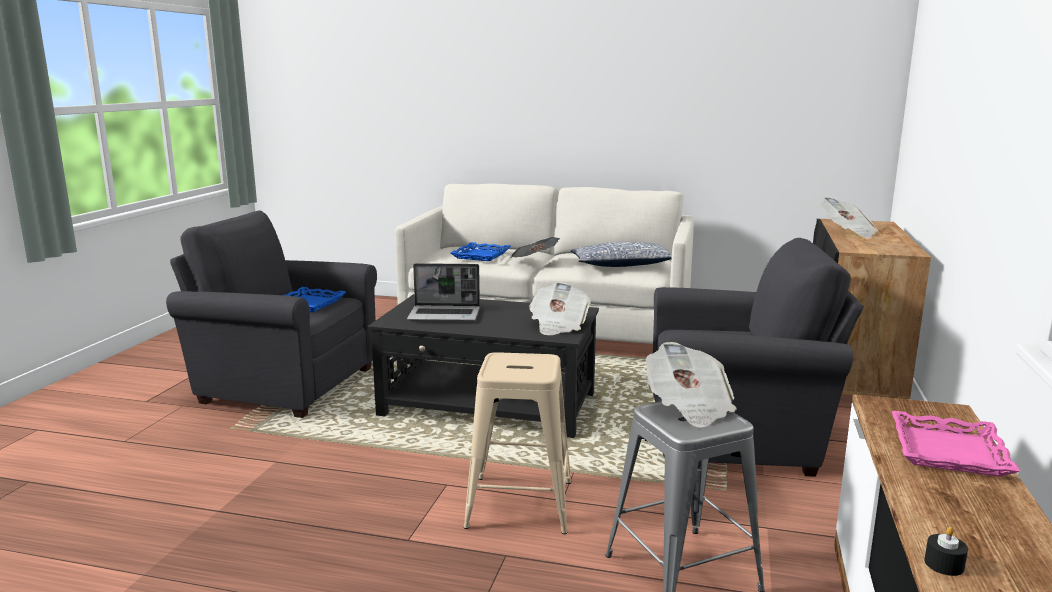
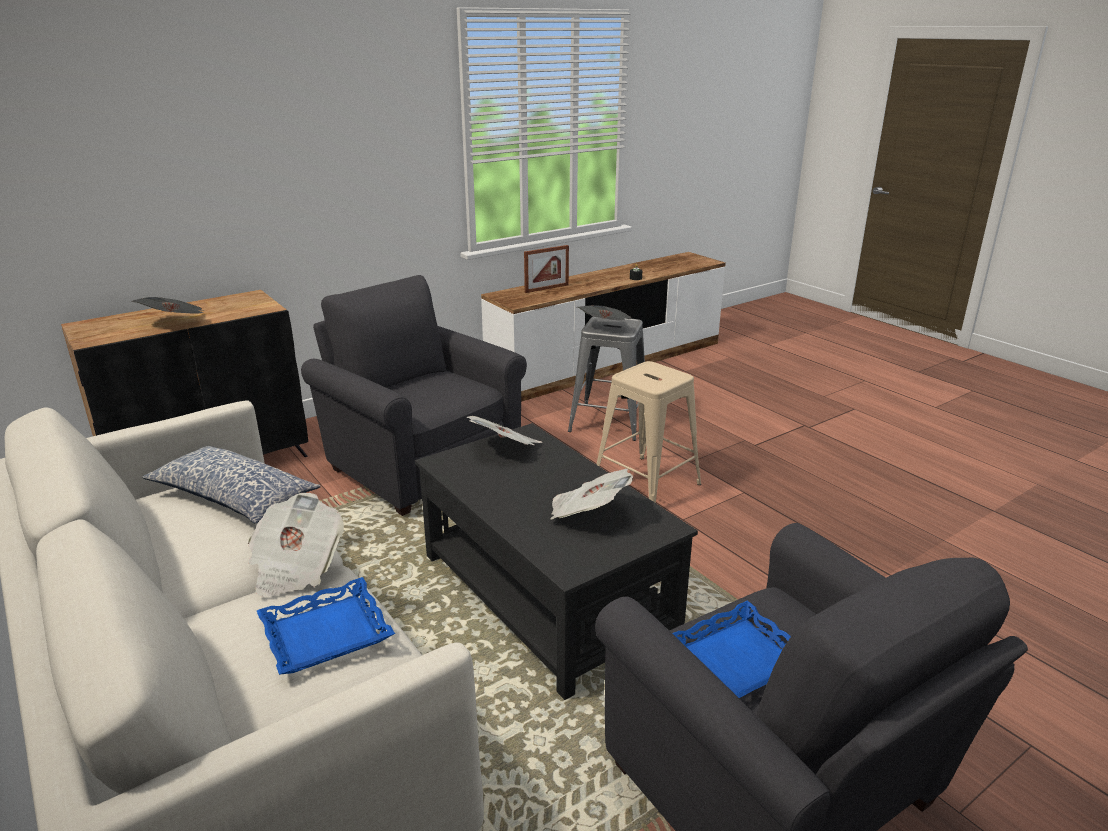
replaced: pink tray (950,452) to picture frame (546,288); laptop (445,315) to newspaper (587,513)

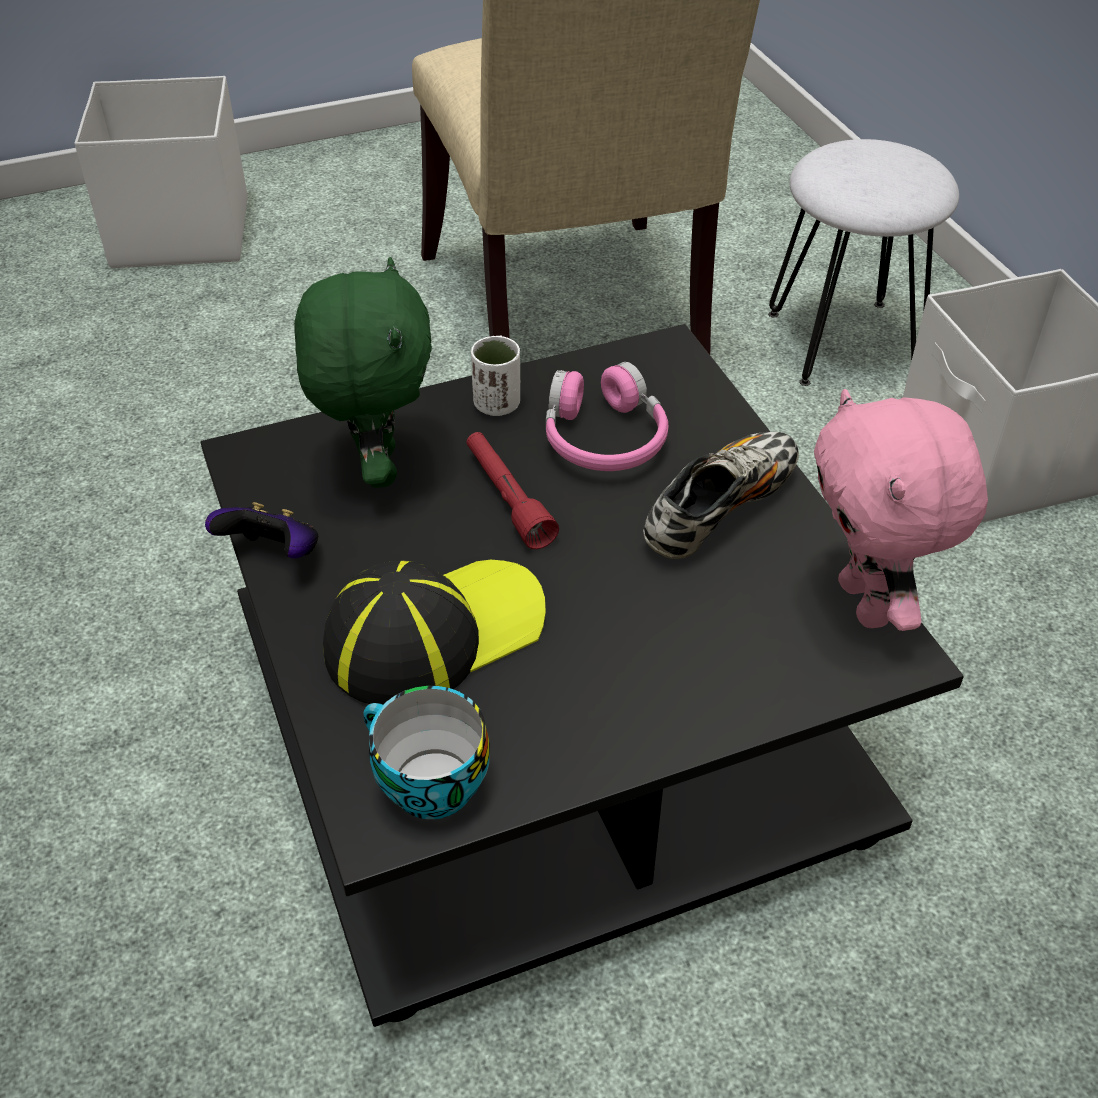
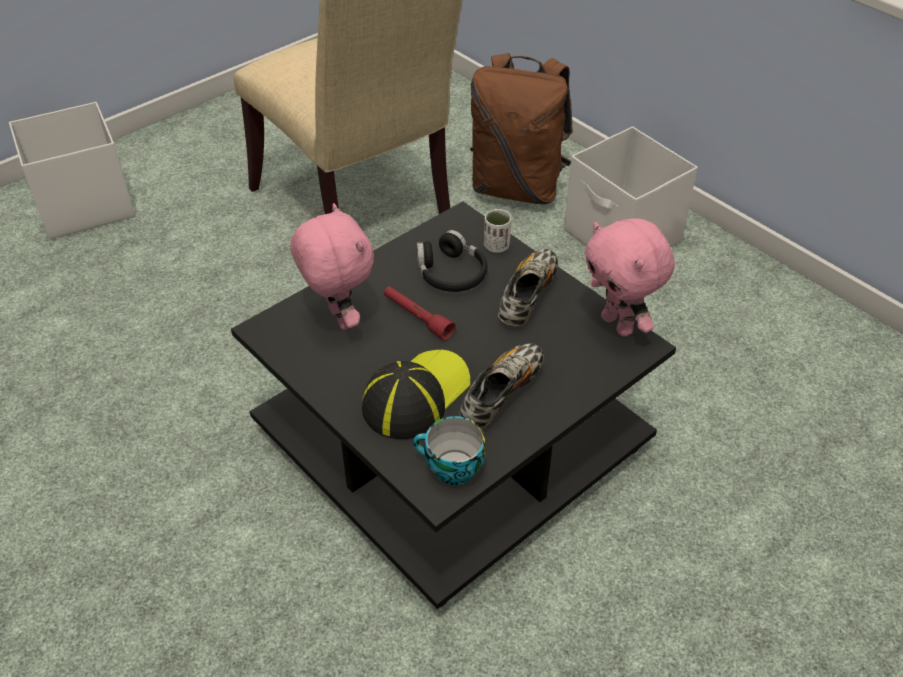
removed: game controller (273,555)
added: shoe (501,394)
moved: white cup (497,405) to (496,246)
replaced: white stool (845,342) to brown backpack (517,188)
recoloured: green plush toy (376,467) to pink plush toy (338,318); pink headphones (603,438) to black headphones (450,273)

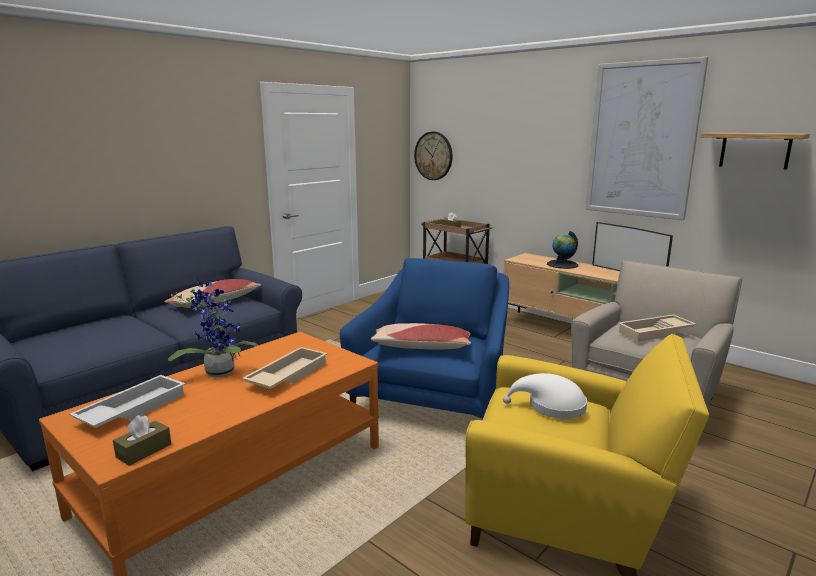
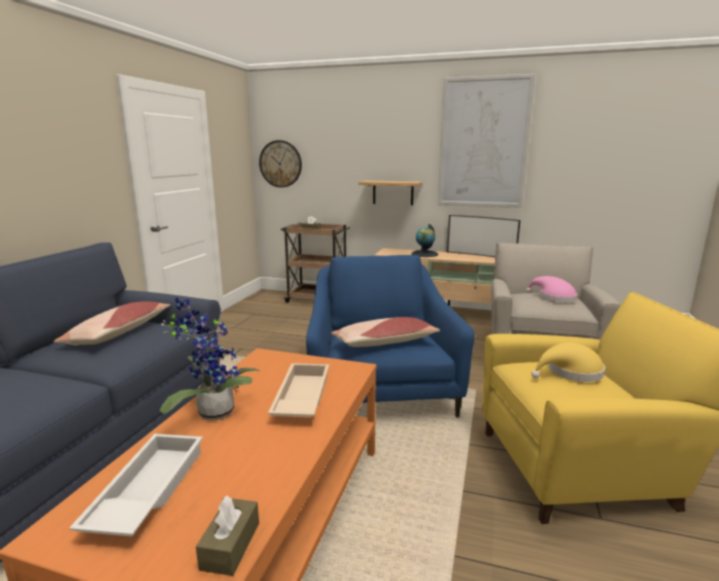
moved: shelf (755,150) to (393,192)
replaced: beige tray (656,333) to pink hat (554,298)
recoloured: white hat (551,406) to yellow hat (570,372)

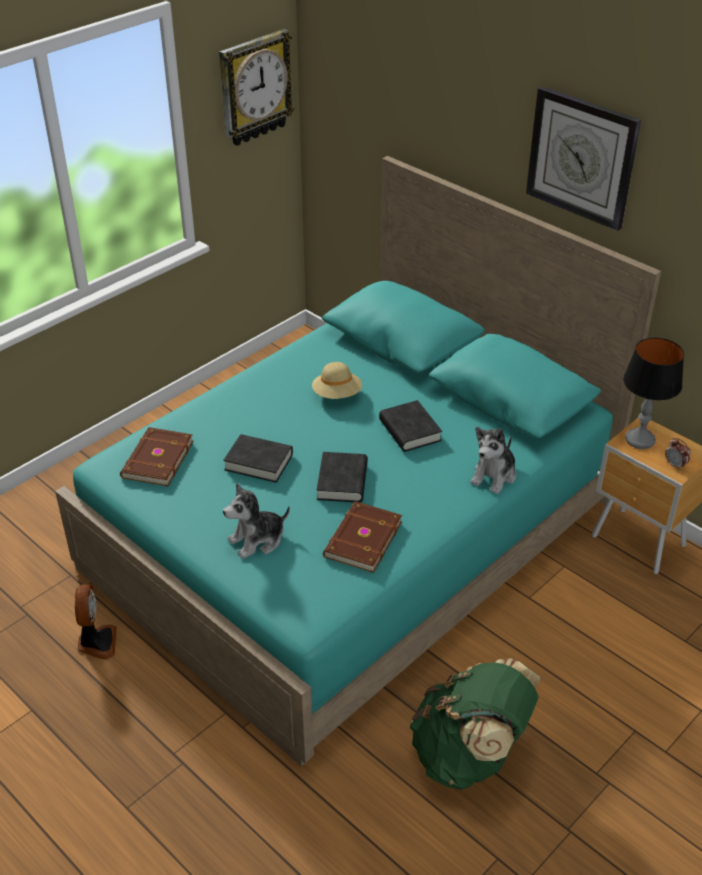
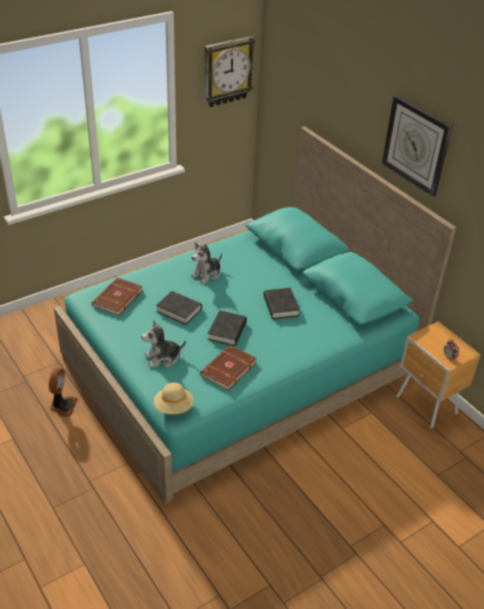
removed: green backpack (469,755); table lamp (639,439)
moved: beige hat (337,395) to (174,407); plush toy (494,475) to (207,274)

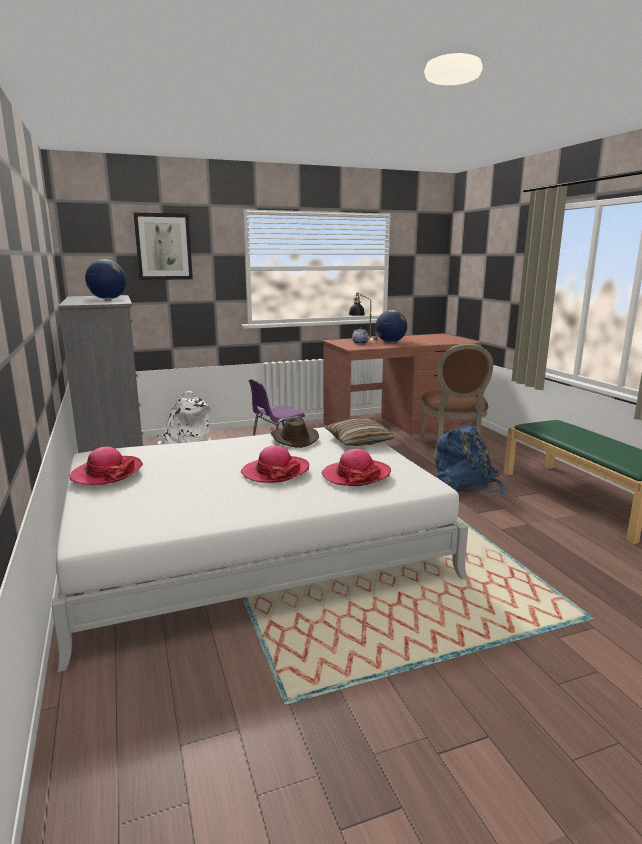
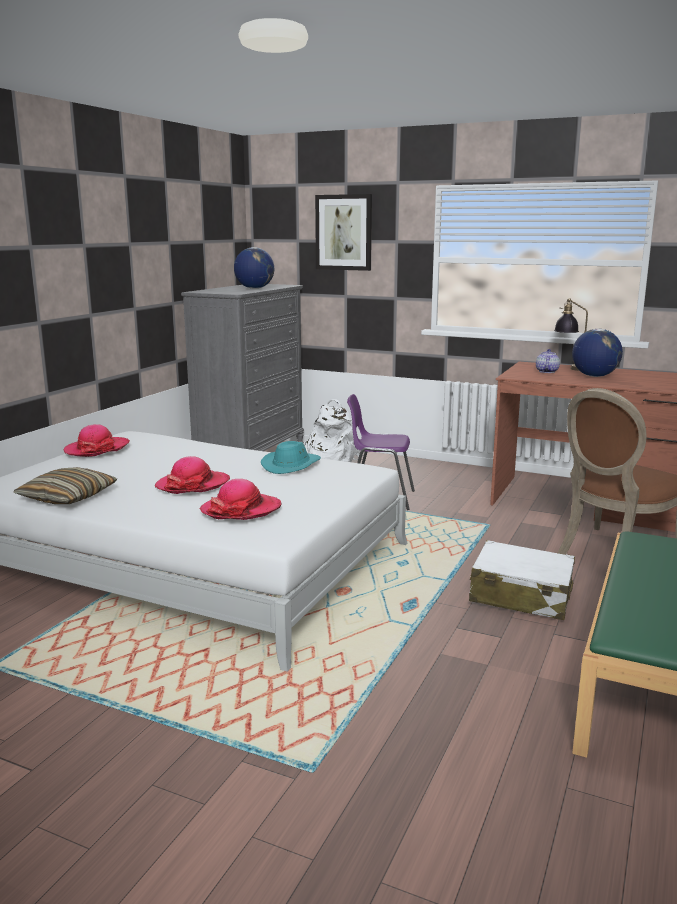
moved: pillow (358,441) to (68,497)
replaced: blue backpack (465,484) to white suitcase (520,596)
recoloured: brown hat (293,439) to turquoise hat (291,465)

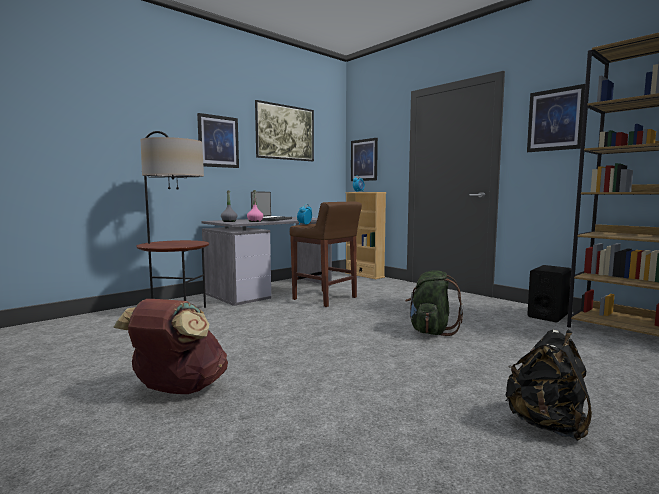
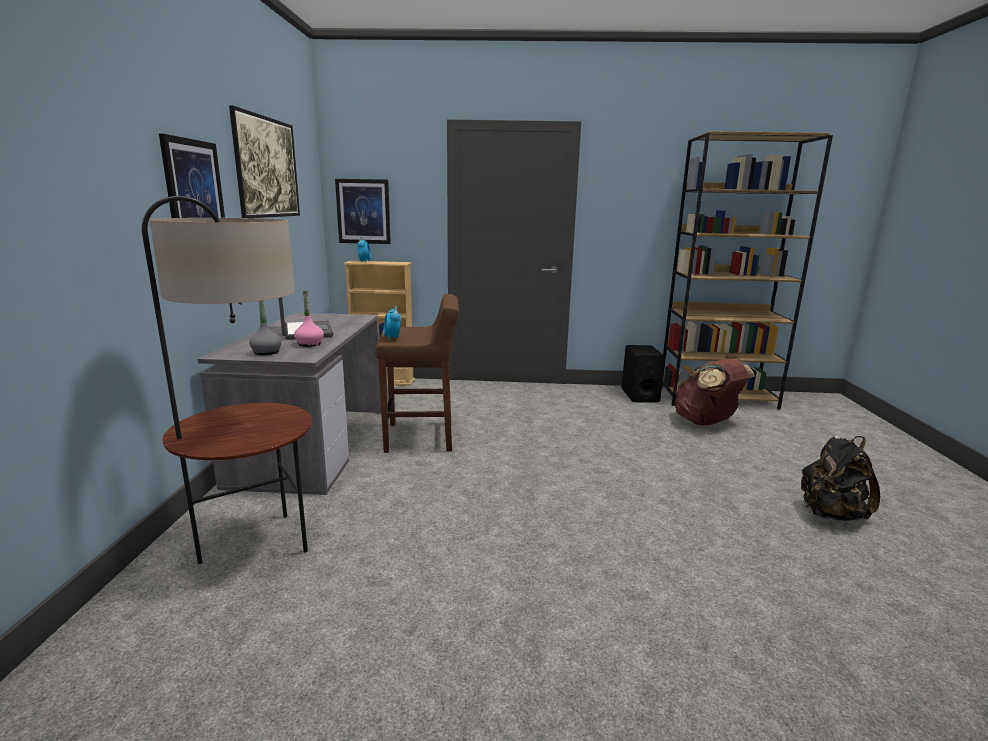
removed: green backpack (431,331); picture (555,120)
moved: brown backpack (178,389) to (706,422)

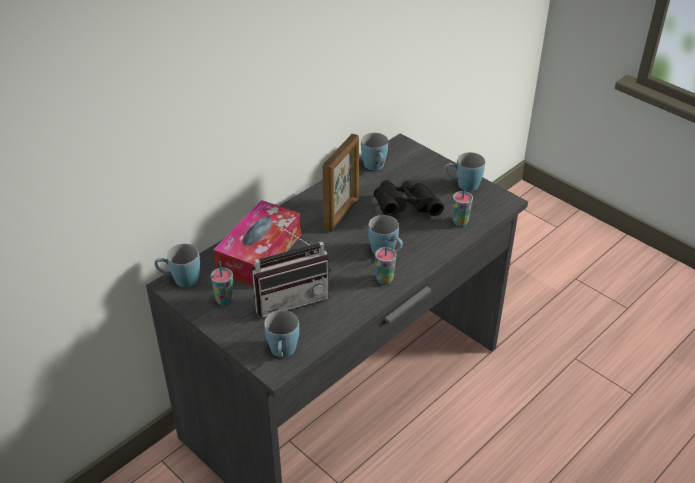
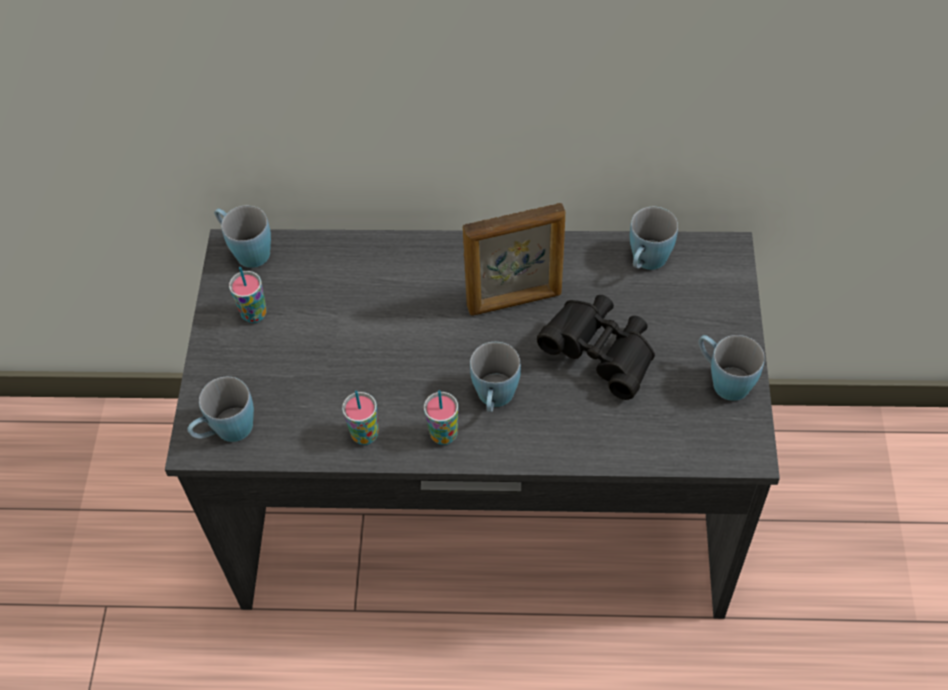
removed: tissue box (259,253); radio (290,297)
moved: cup (460,222) to (365,435)

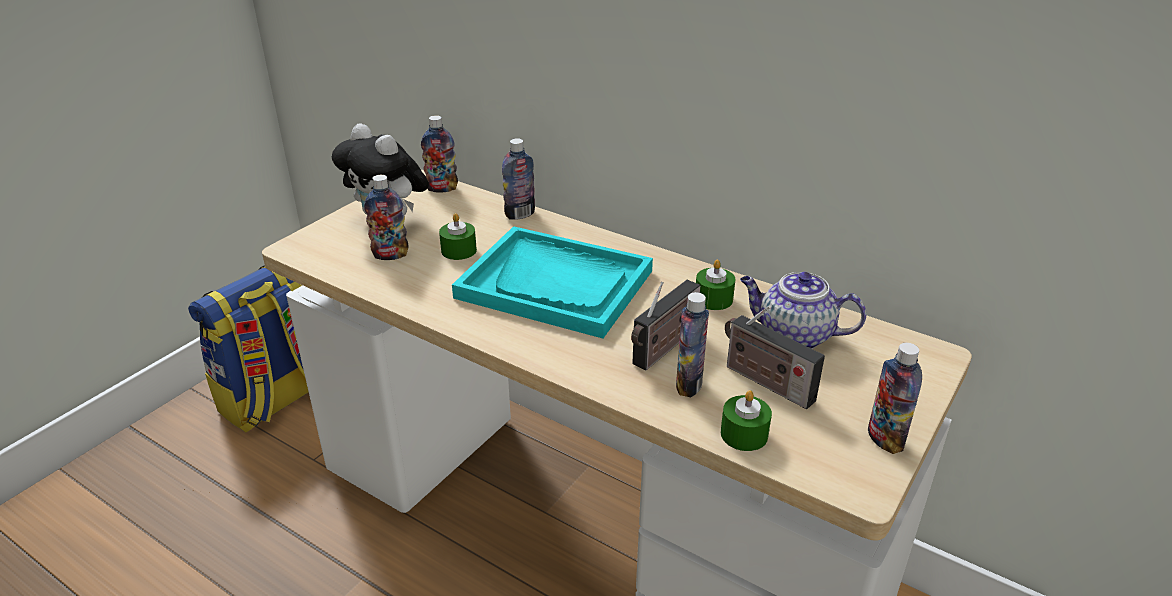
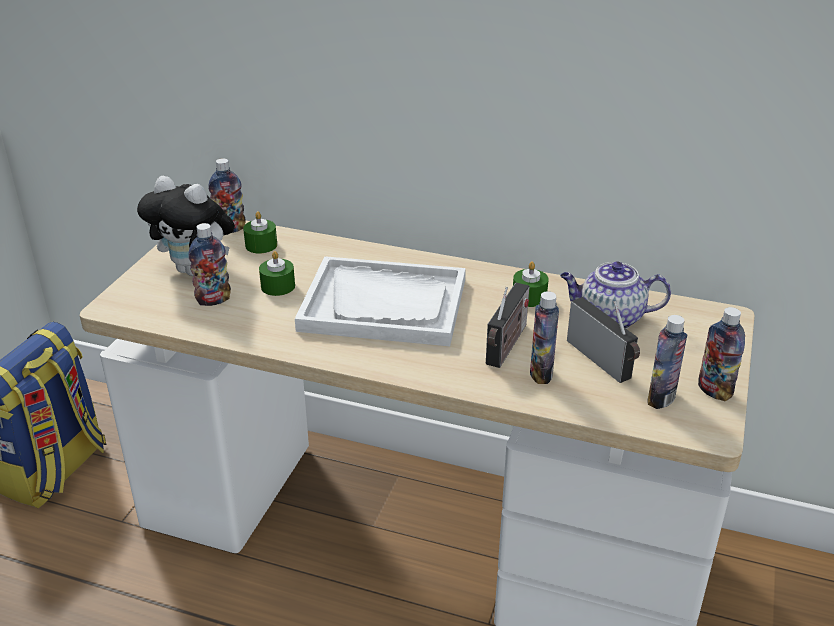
moved: green candle (744,434) to (261,245); bottle (520,214) to (661,399)
recoloured: turquoise tray (555,284) to white tray (384,305)
turned: radio (764,382) = (602,361) 150 degrees counterclockwise

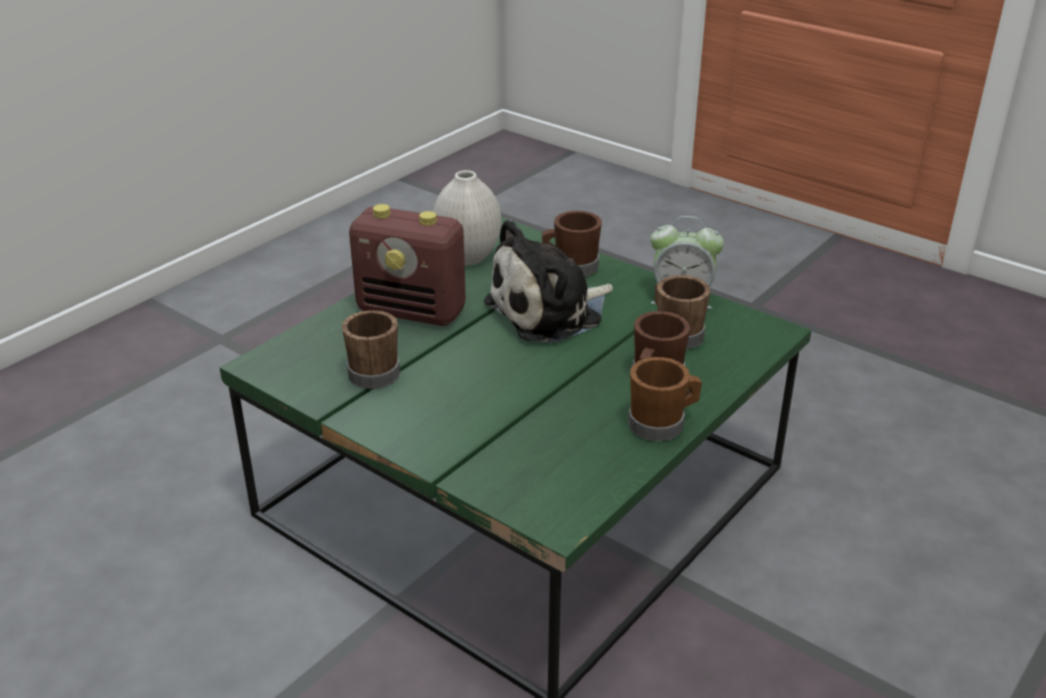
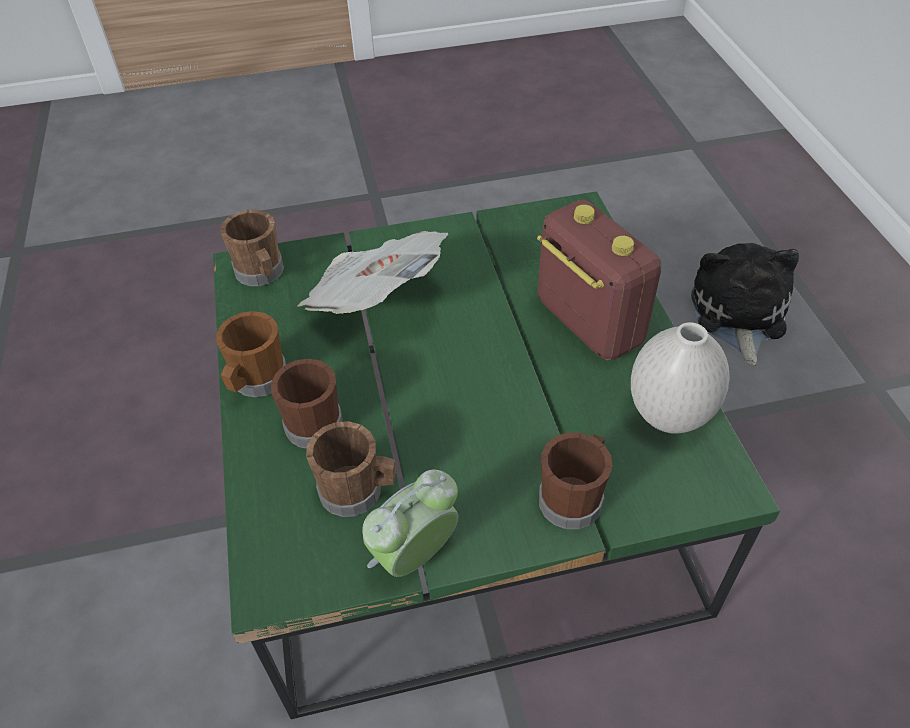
added: newspaper (374,300)
moved: brown mug (377,371) to (262,274); plush toy (550,312) to (737,315)
turned: radio (413,311) = (587,322) 90 degrees clockwise

